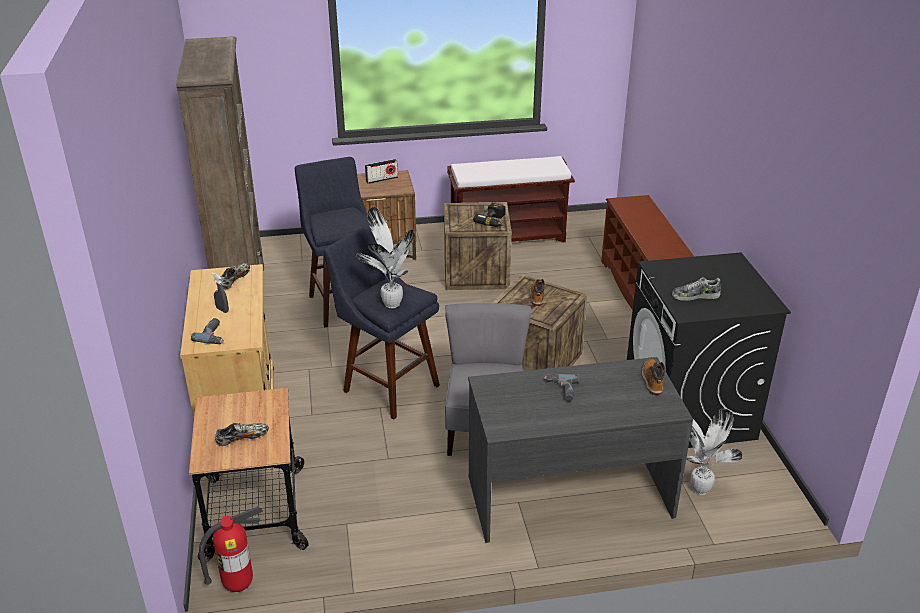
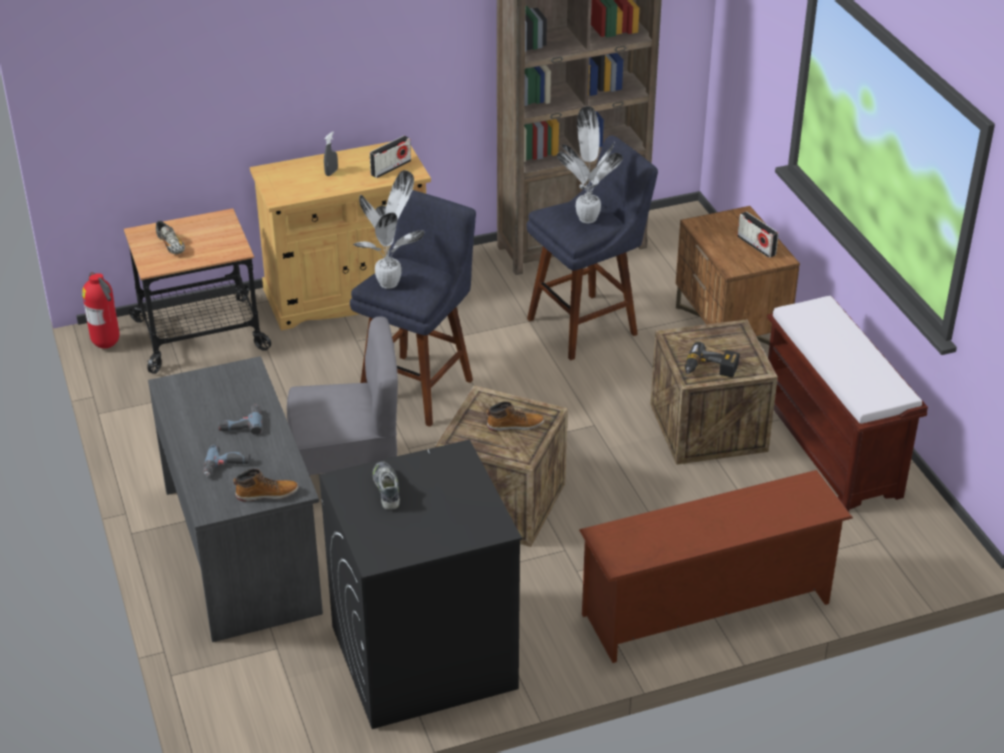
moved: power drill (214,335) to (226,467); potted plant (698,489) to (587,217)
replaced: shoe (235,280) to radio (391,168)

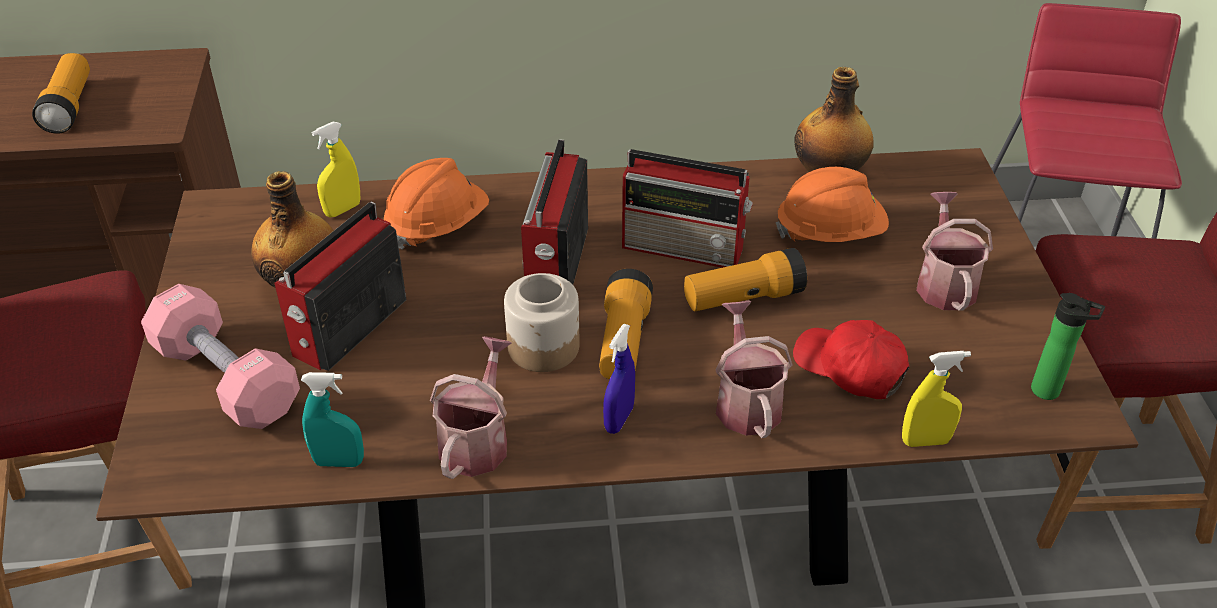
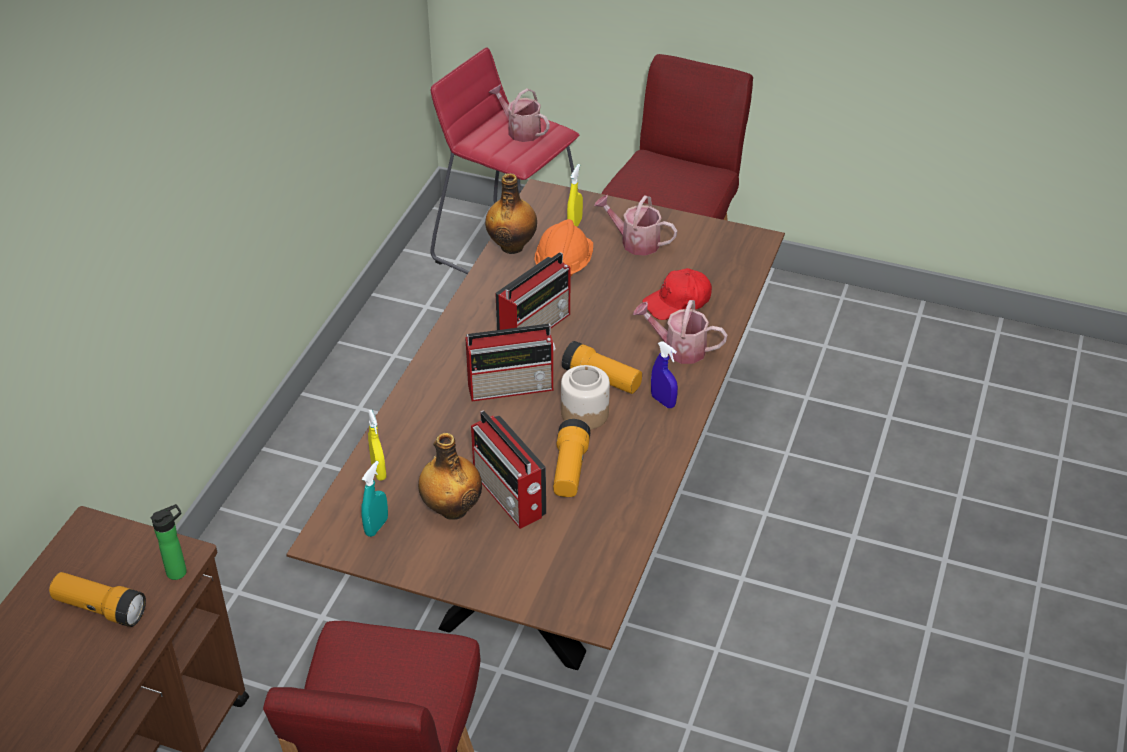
removed: pink dumbbell (226,379); orange hard hat (437,225)
moved: bottle (1050,392) to (179,571); turquoise spray bottle (339,462) to (376,526); watering can (477,440) to (520,130); flashlight (743,298) to (570,470); yellow spray bottle (925,441) to (574,224)
turned: radio (555,265) = (512,386) 45 degrees counterclockwise

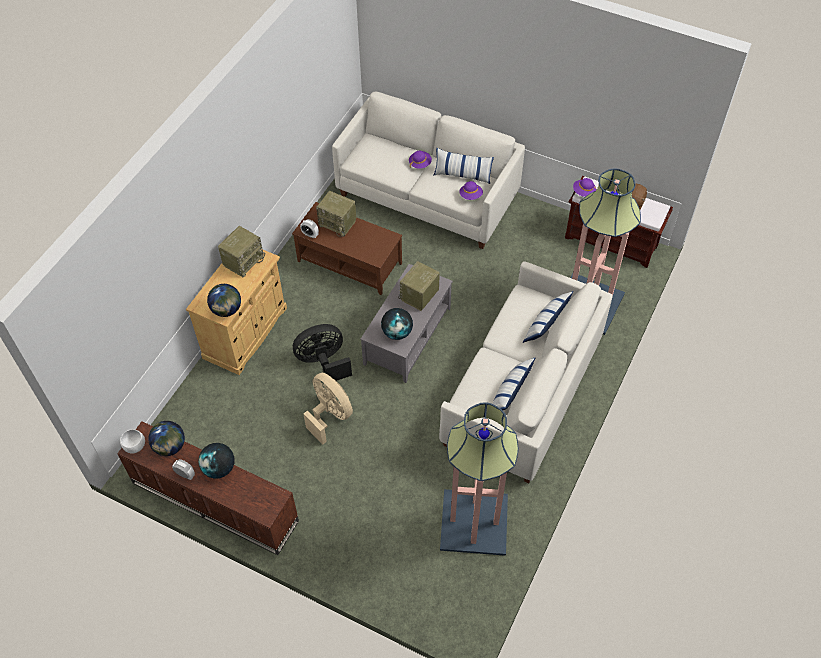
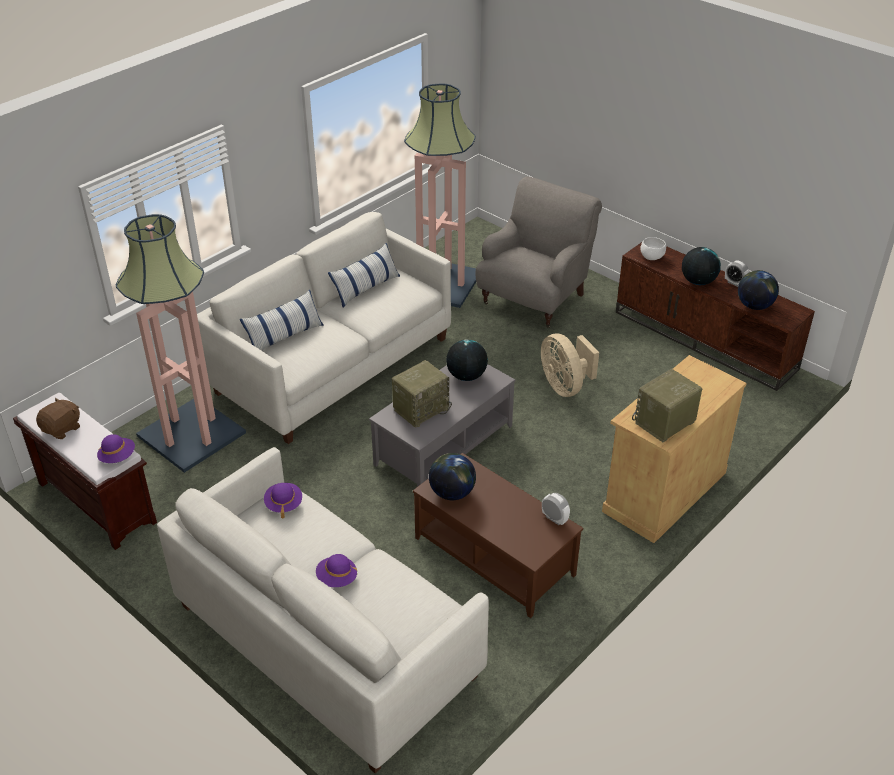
removed: black fan (323,362); radio (338,223); pillow (462,175)
added: grey armchair (534,298)
moved: globe (226,310) to (452,492); white bowl (135,447) to (652,257)

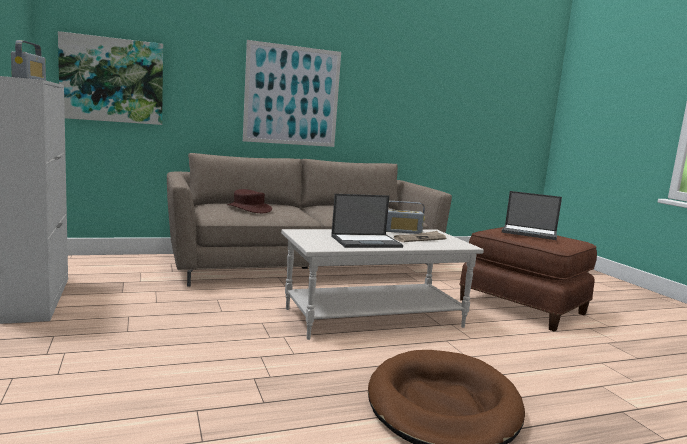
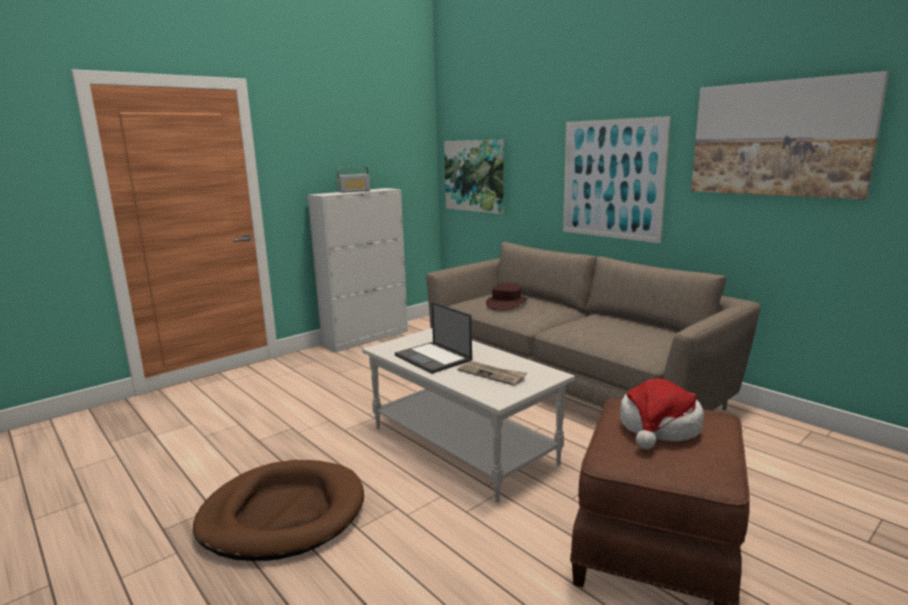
removed: radio (402,231)
added: picture (779,139)
replaced: laptop (530,233) to hat (659,427)

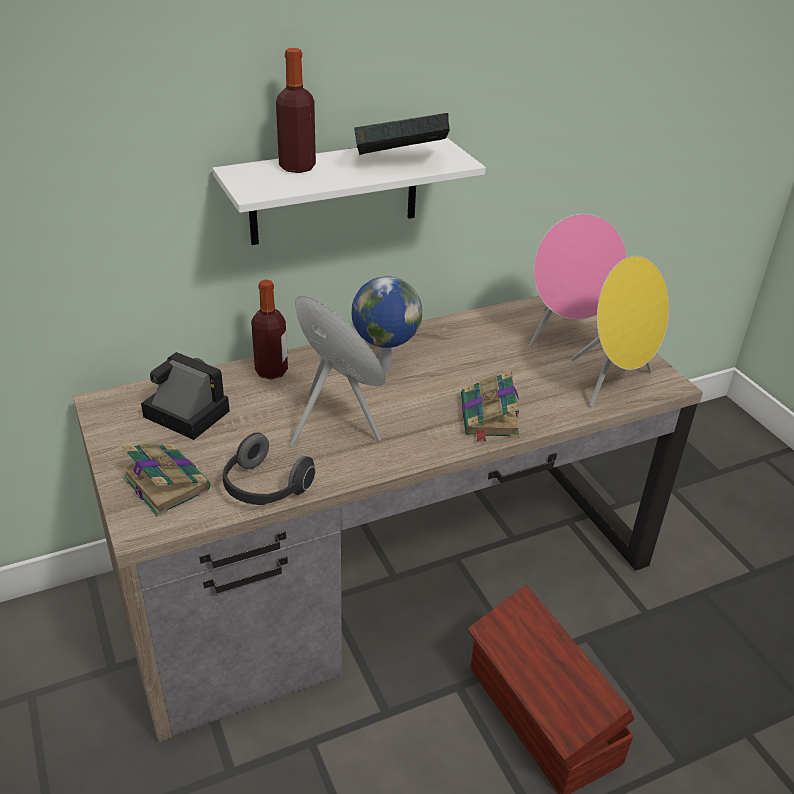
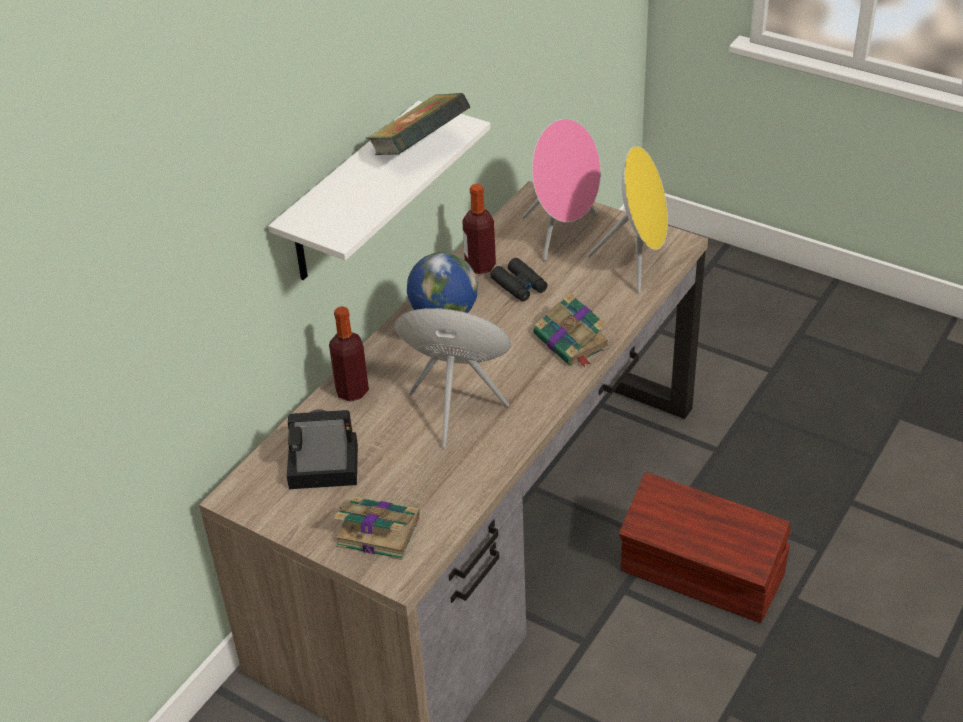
removed: headphones (264,488)
added: black binoculars (519,286)
moved: bottle (297,167) to (480,266)

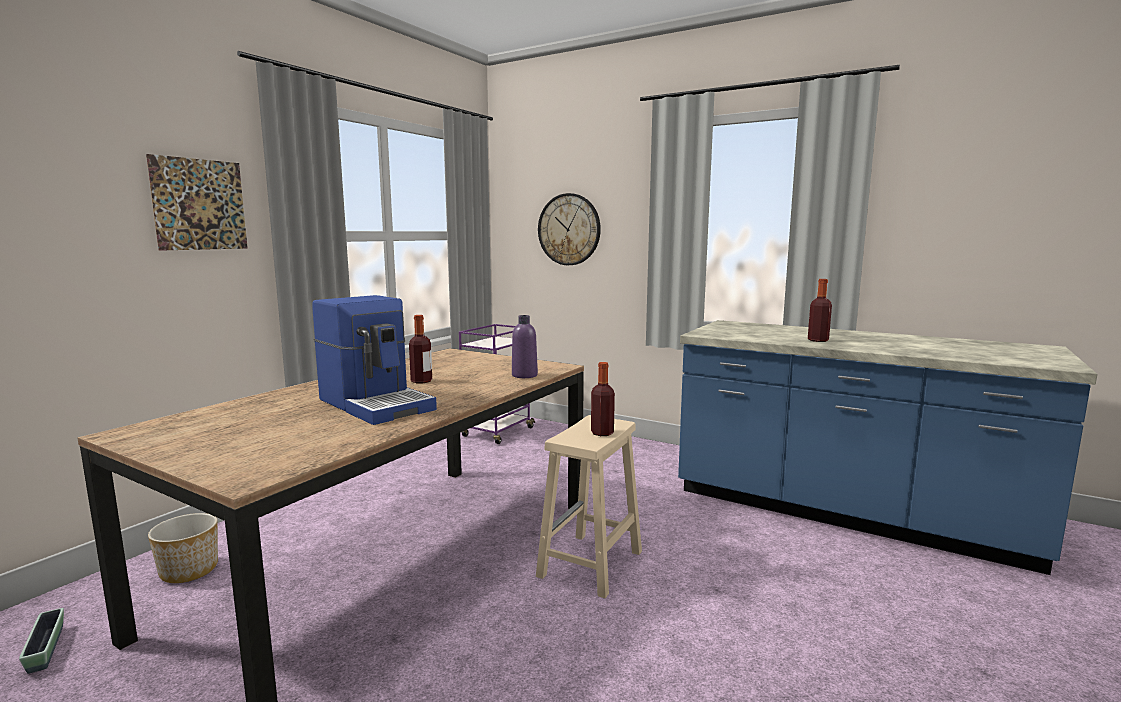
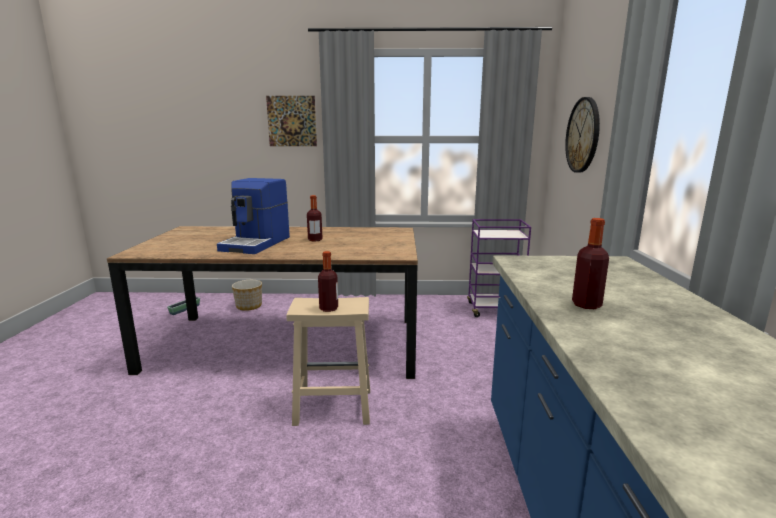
removed: purple bottle (524,375)

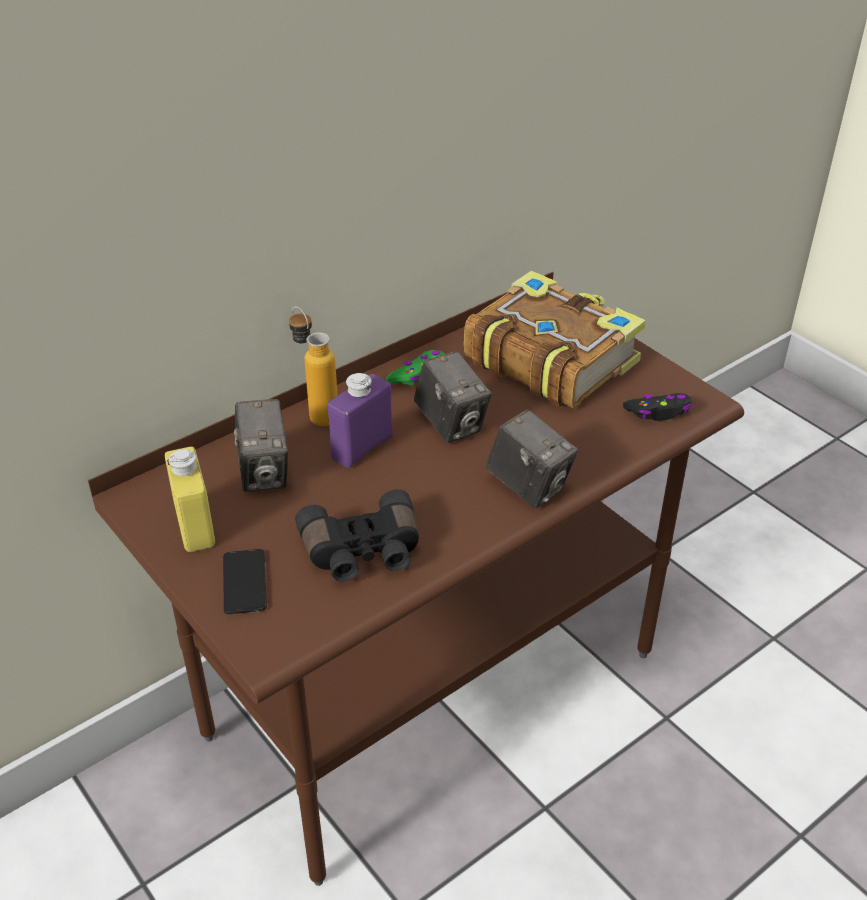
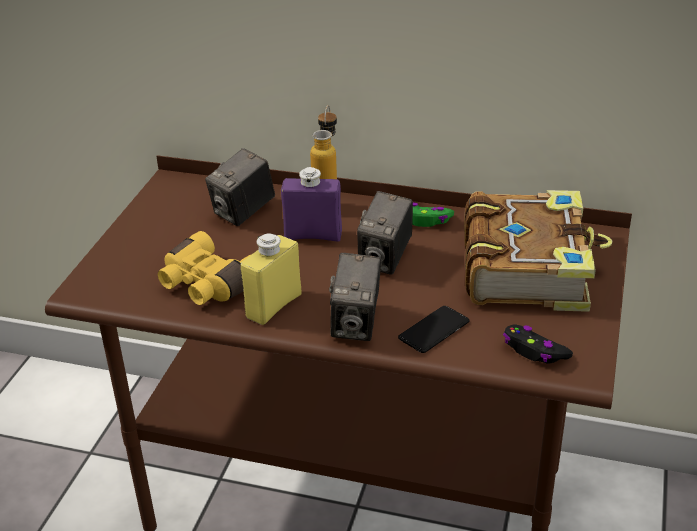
moved: yellow bottle (195,526) to (274,306); phone (244,582) to (434,330)
recoloured: black binoculars (362,552) to yellow binoculars (206,284)

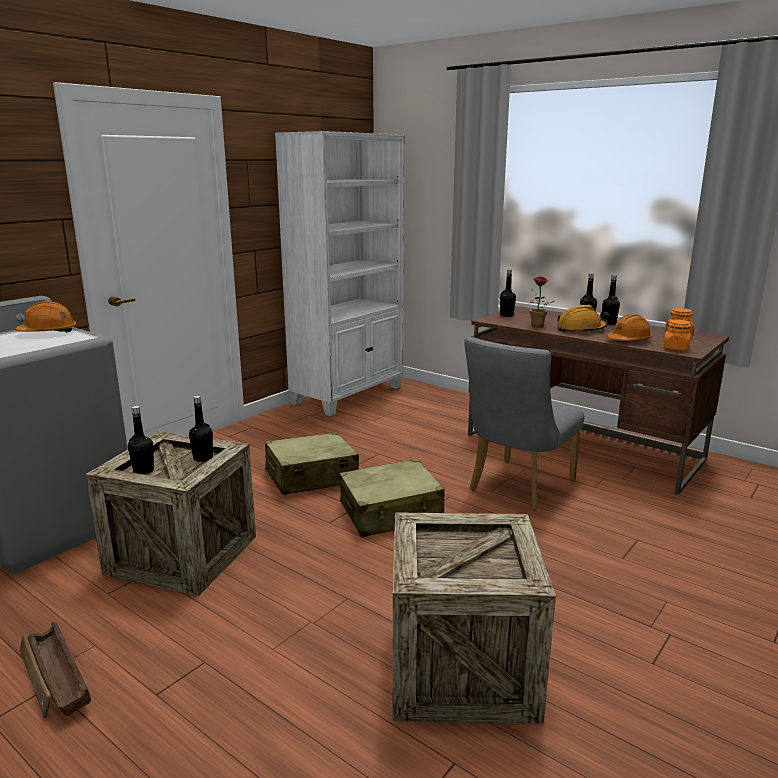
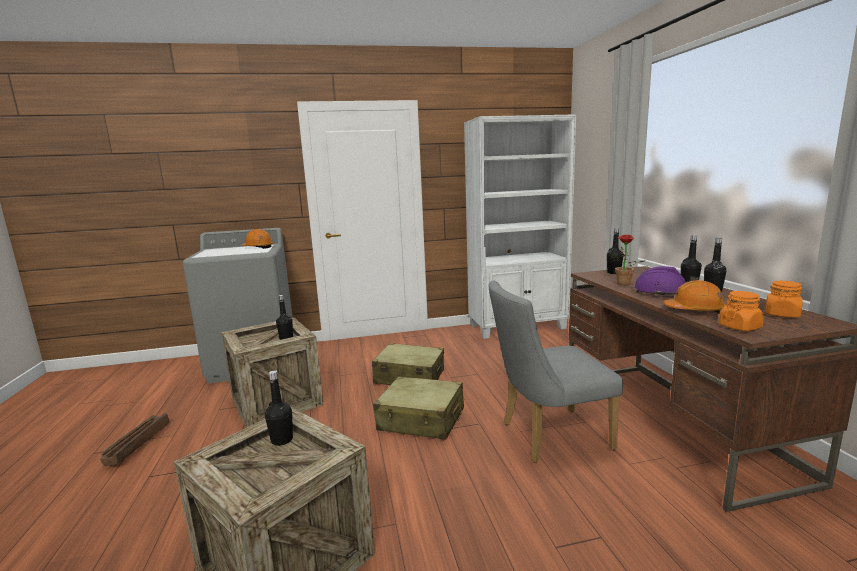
moved: black bottle (143,471) to (282,440)
recoloured: orange hard hat (581,329) to purple hard hat (663,292)

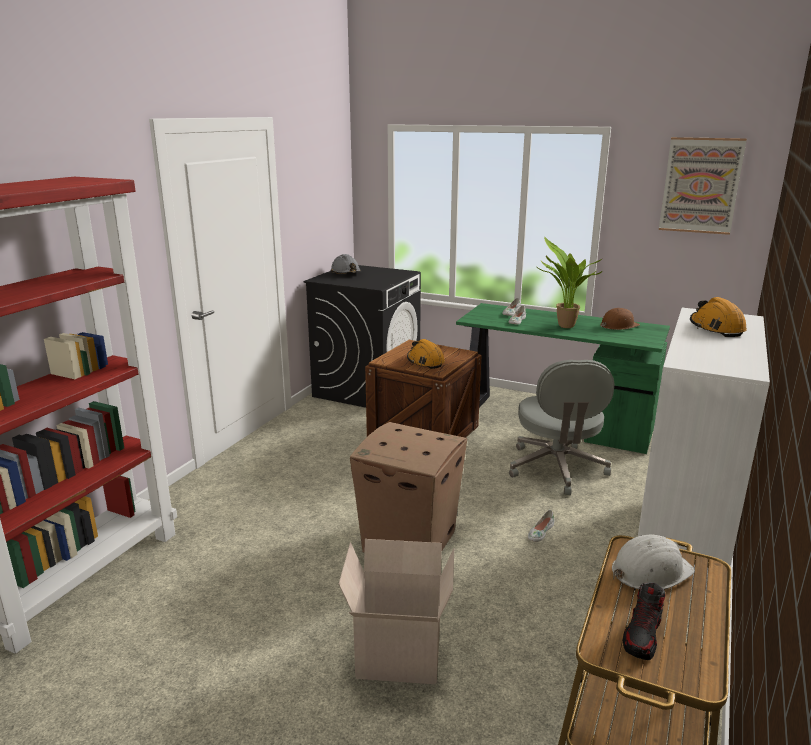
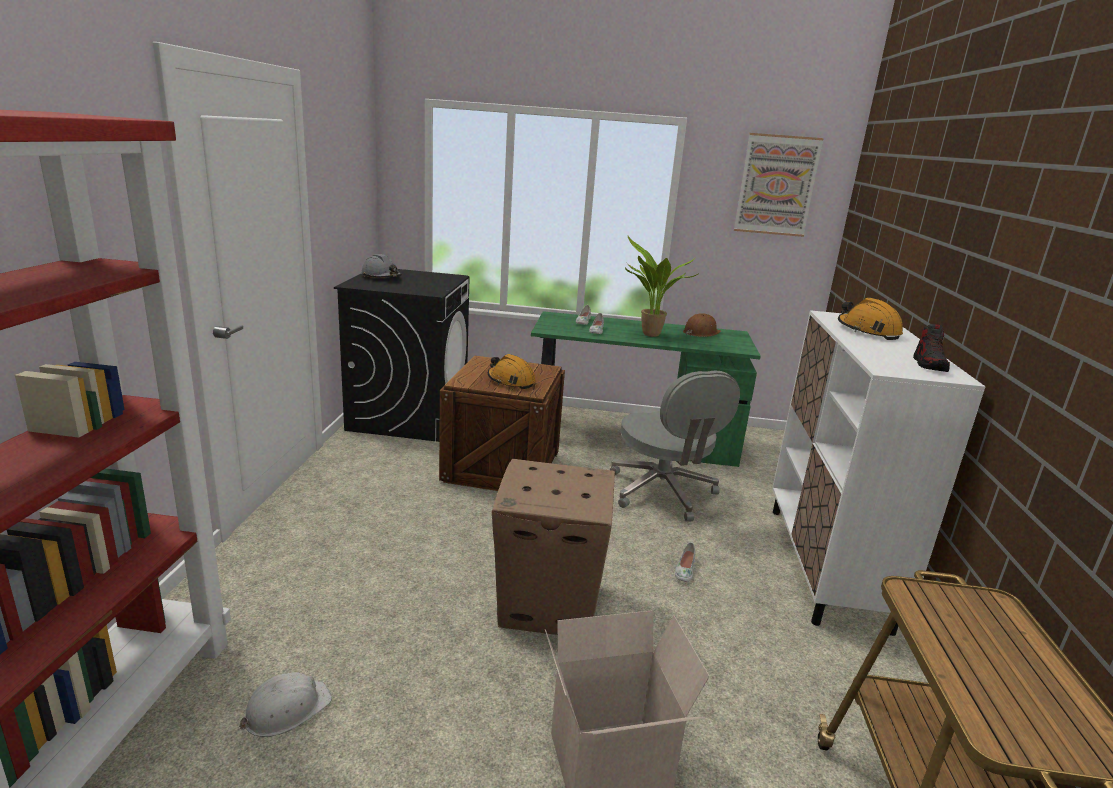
moved: white hard hat (650,571) to (286,709); shoe (642,636) to (929,364)

